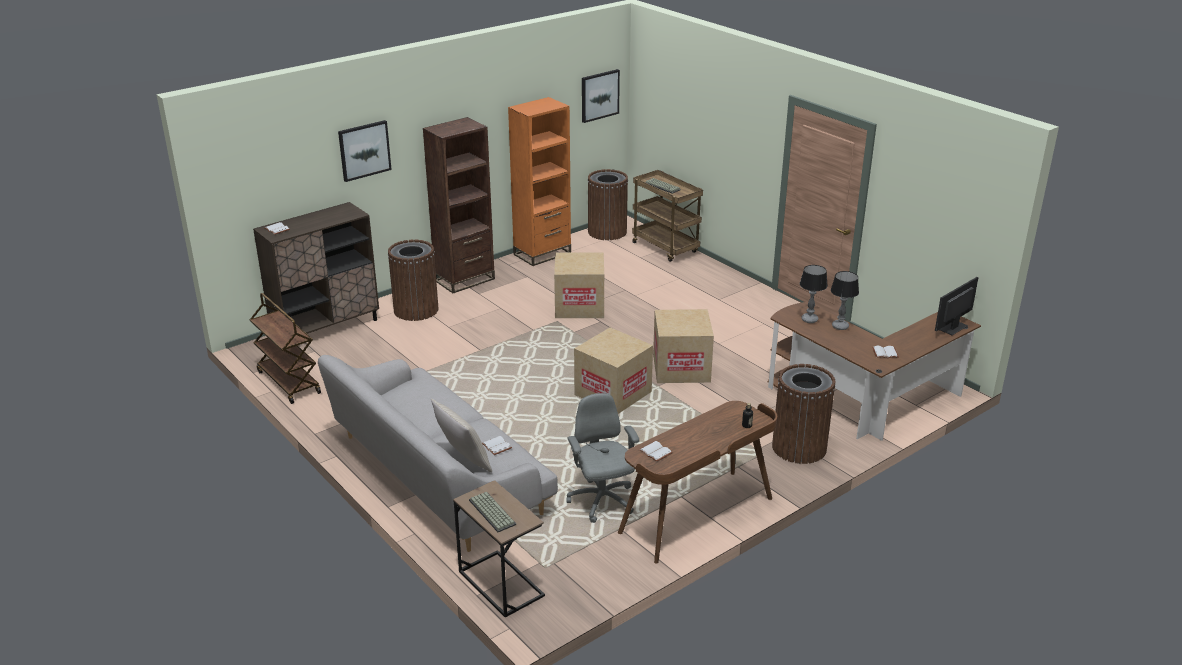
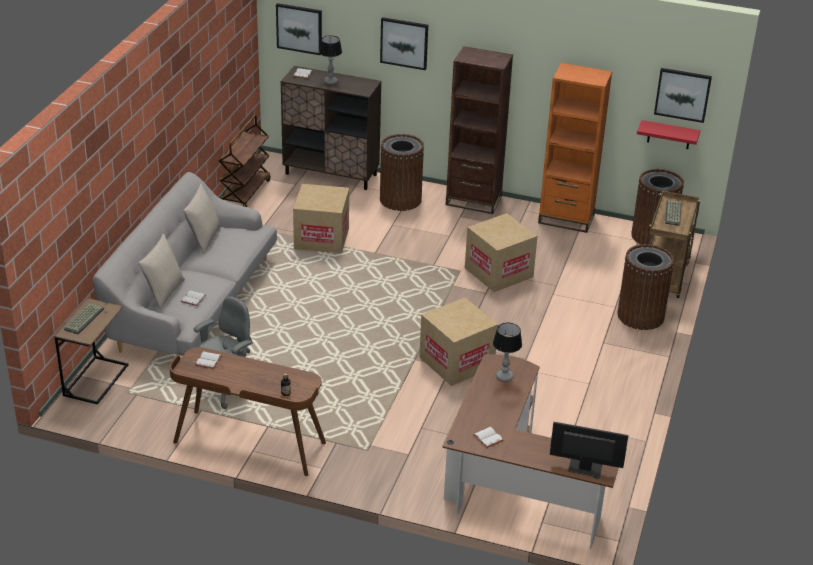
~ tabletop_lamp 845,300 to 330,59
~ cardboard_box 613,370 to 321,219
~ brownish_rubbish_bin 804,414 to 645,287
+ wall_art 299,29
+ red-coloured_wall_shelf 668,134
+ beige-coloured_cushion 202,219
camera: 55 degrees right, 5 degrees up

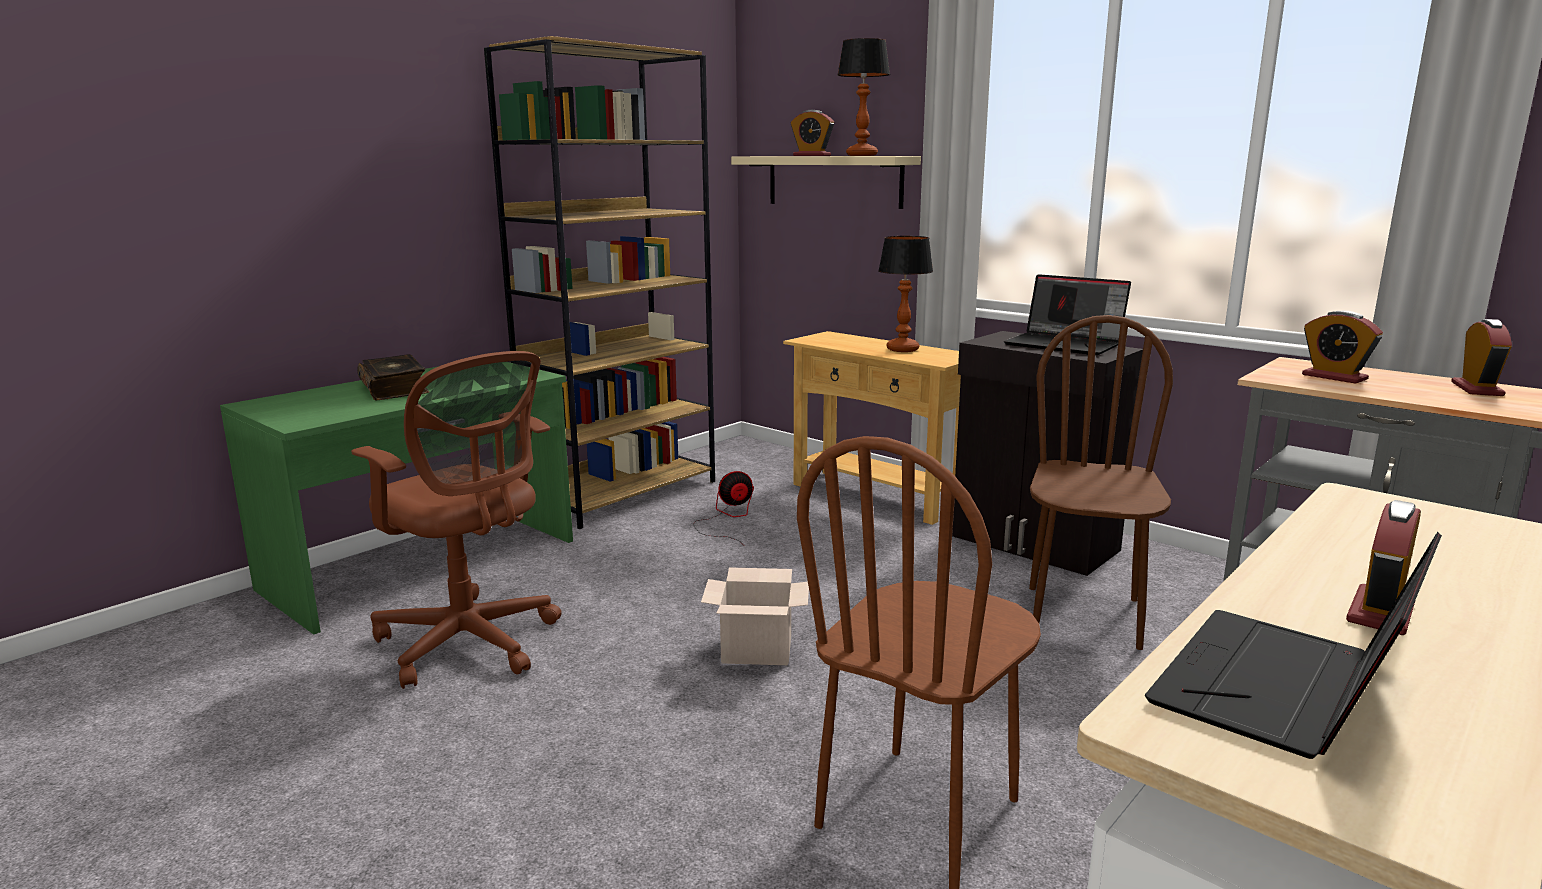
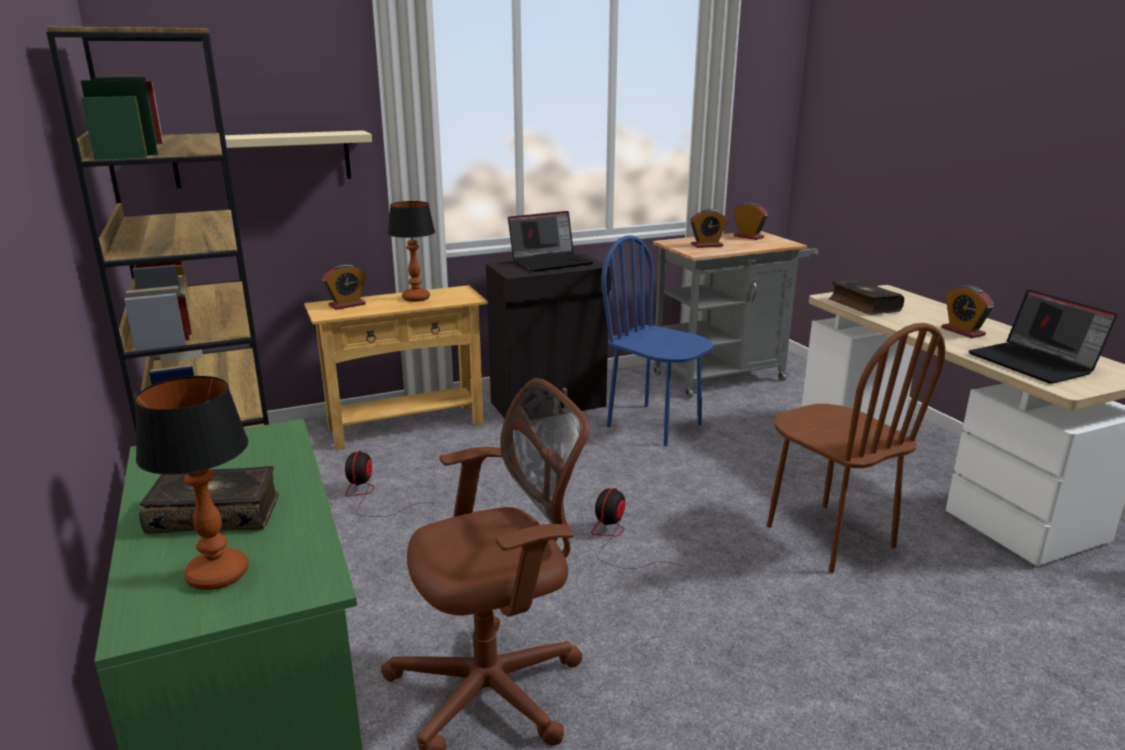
~ tabletop_lamp 863,97 to 191,483
~ table_clock 812,133 to 344,287
~ brownish_upright_chair 1101,482 to bluish_upright_chair 657,340
~ cardboard_box 755,616 to cooling_fan 637,528
+ book 866,297
camera: 65 degrees left, 5 degrees up

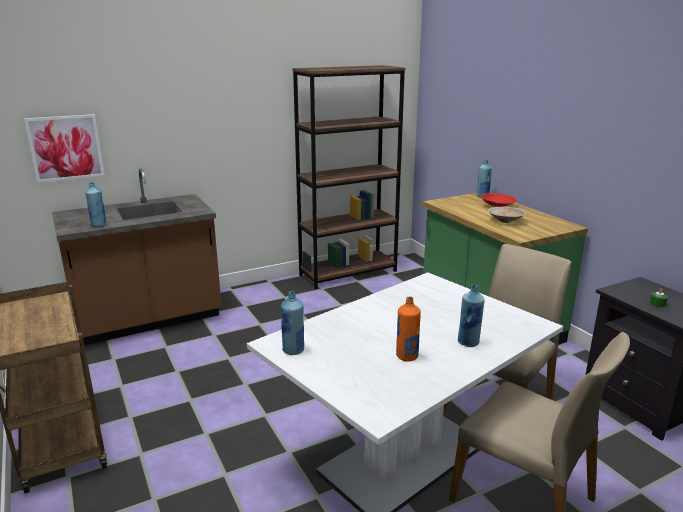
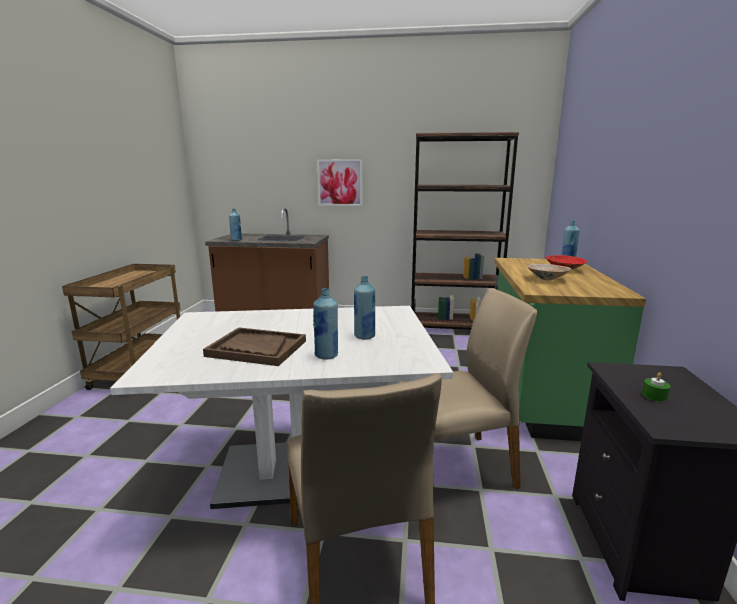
~ wall_art 64,148 to 339,182
~ bluish_beverage_bottle 292,323 to 364,308
~ orange_beverage_bottle 408,328 to brownish_carrying_tray 254,346
camera: 35 degrees right, 5 degrees down

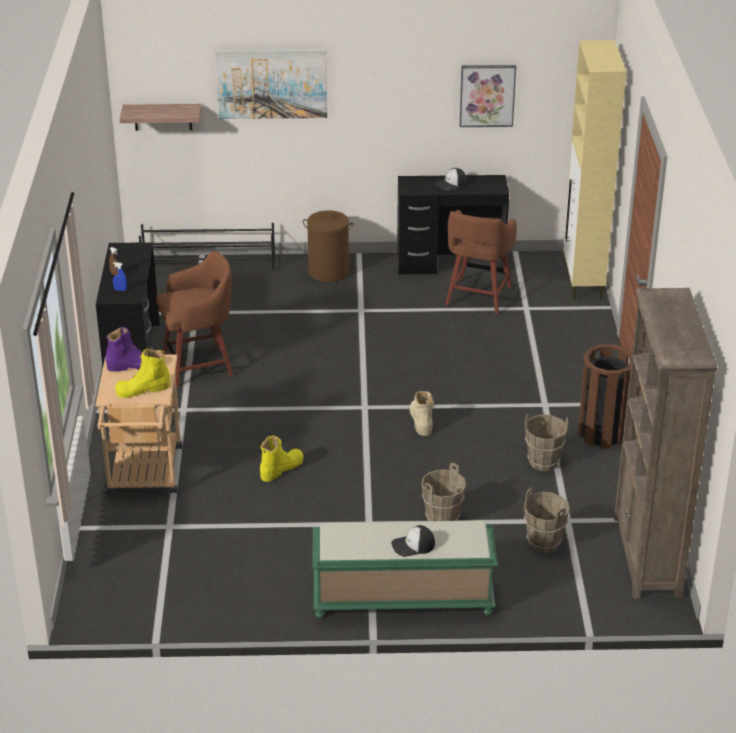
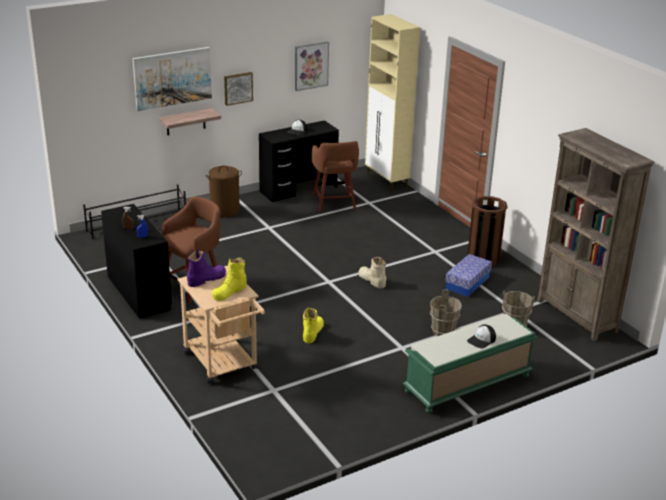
~ wall_shelf 160,117 to 190,121
~ brownish_water_bucket 546,442 to storage_bin 468,275
+ wall_art 238,89
camera: 30 degrees left, 5 degrees down

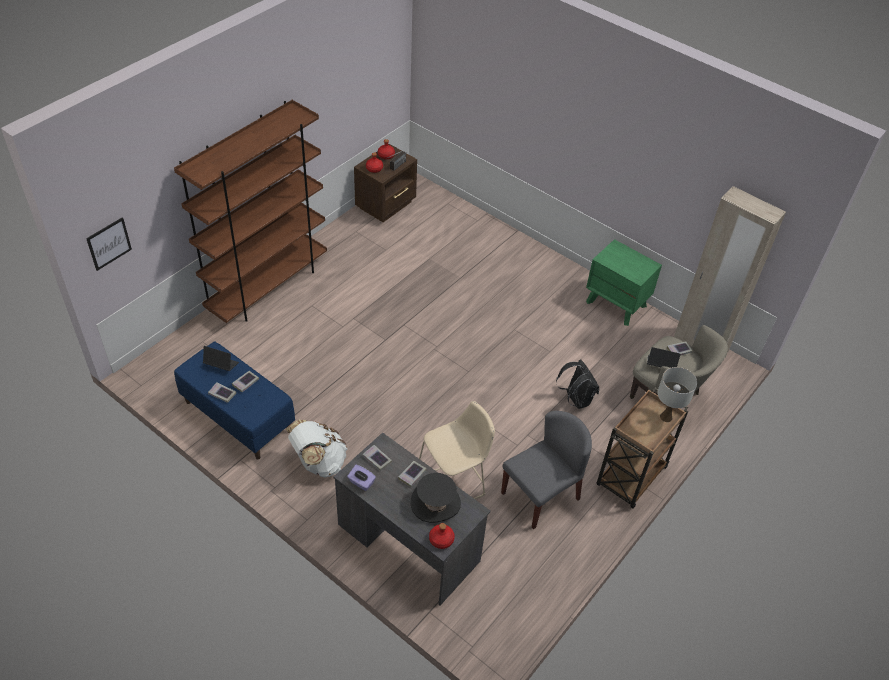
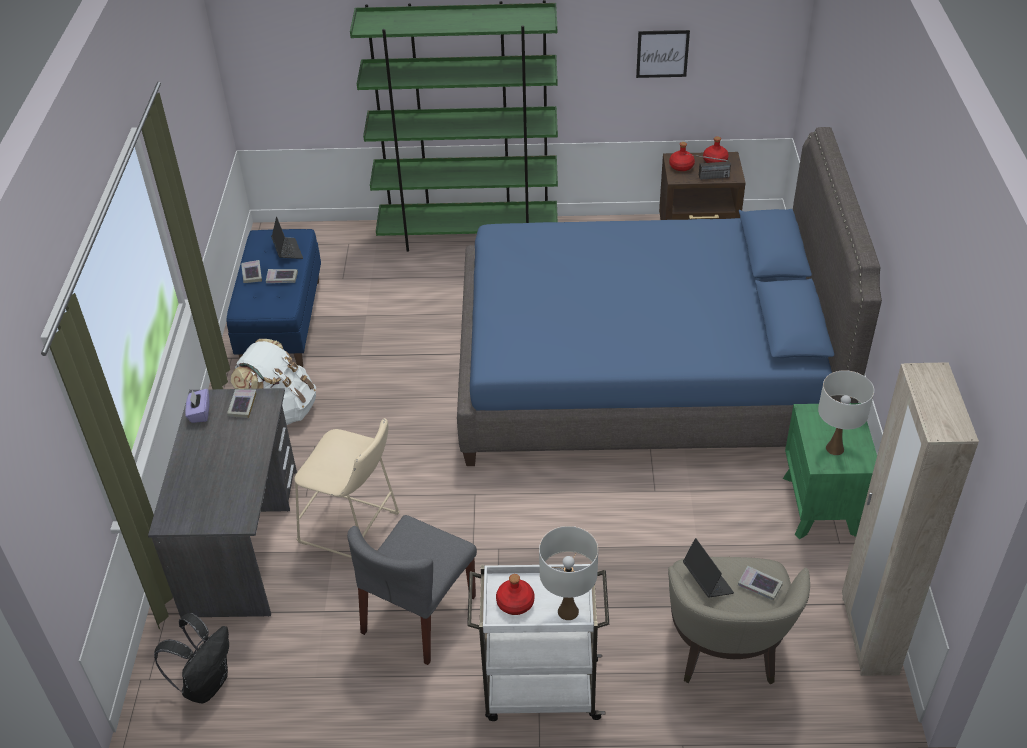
~ brownish_shelving_unit 250,211 to green-coloured_shelving_unit 454,126
~ wall_art 109,244 to 663,54
~ blackish_backpack 577,384 to 191,658
~ brownish_trolley 642,448 to white-coloured_trolley 538,642
~ grey_upright_chair 546,470 = 412,590 105 degrees clockwise
- book 412,474
- blackish_hat 436,498
~ red-coloured_beverage_bottle 442,536 to 515,594
+ bluish_bed 669,296
+ white-coloured_tabletop_lamp 846,412
camera: 55 degrees right, 5 degrees down

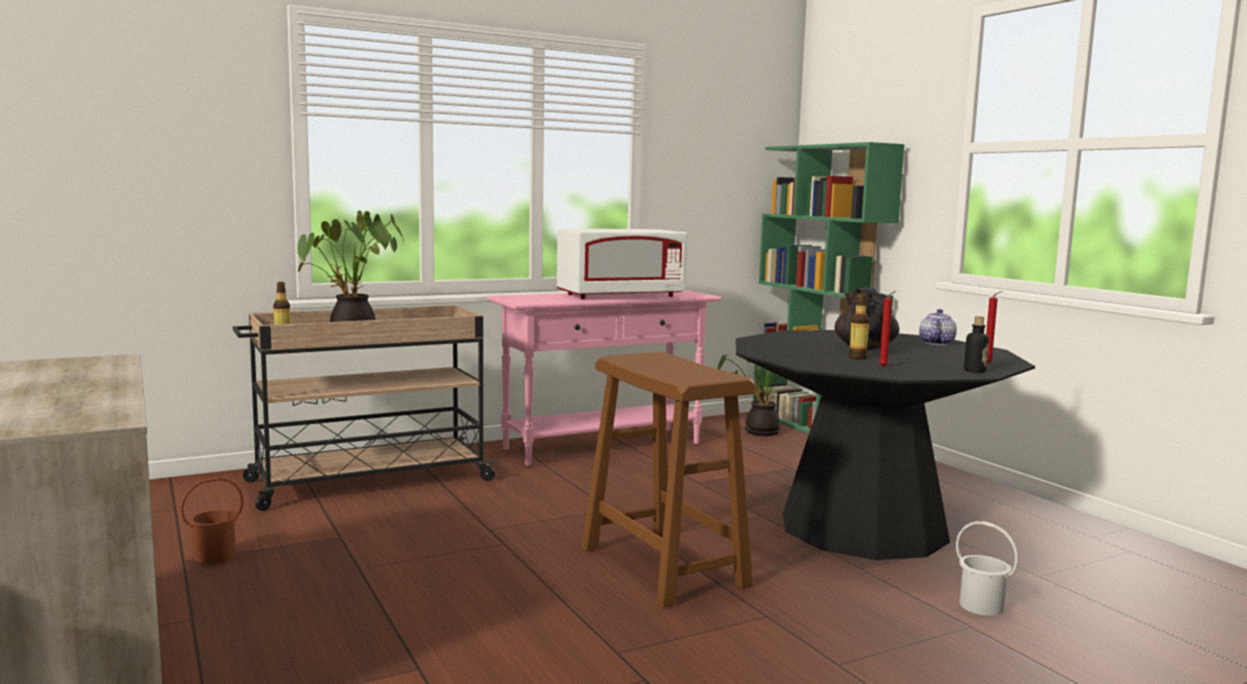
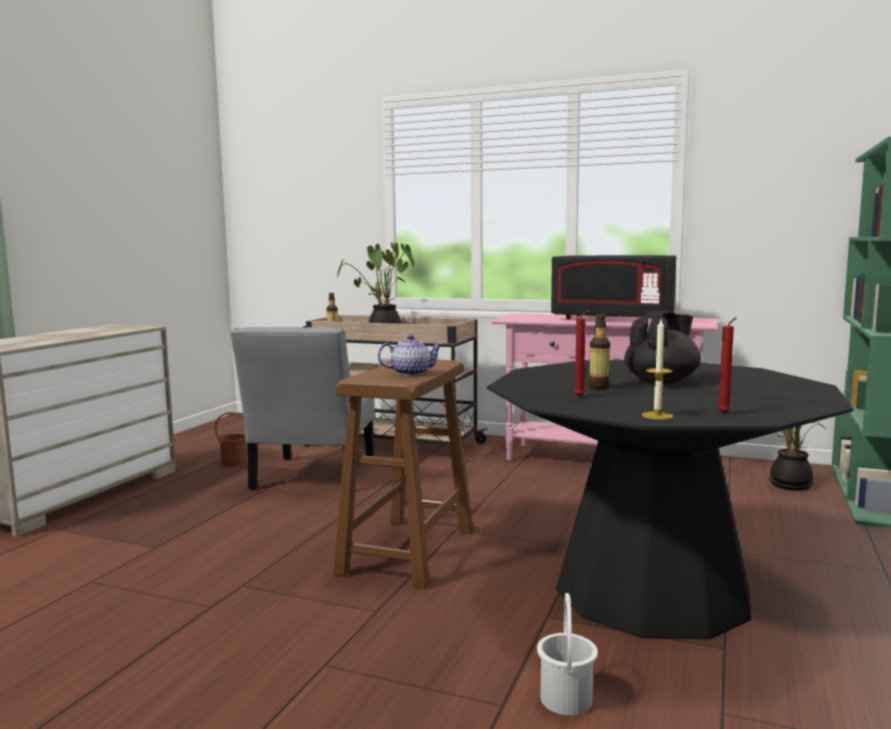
~ white-coloured_kitchen_microwave 622,264 to blackish_kitchen_microwave 613,287
~ teapot 938,327 to 410,355
~ beverage_bottle 976,344 to wax_light 657,370
+ grey_upright_chair 302,408
camera: 50 degrees right, 0 degrees up

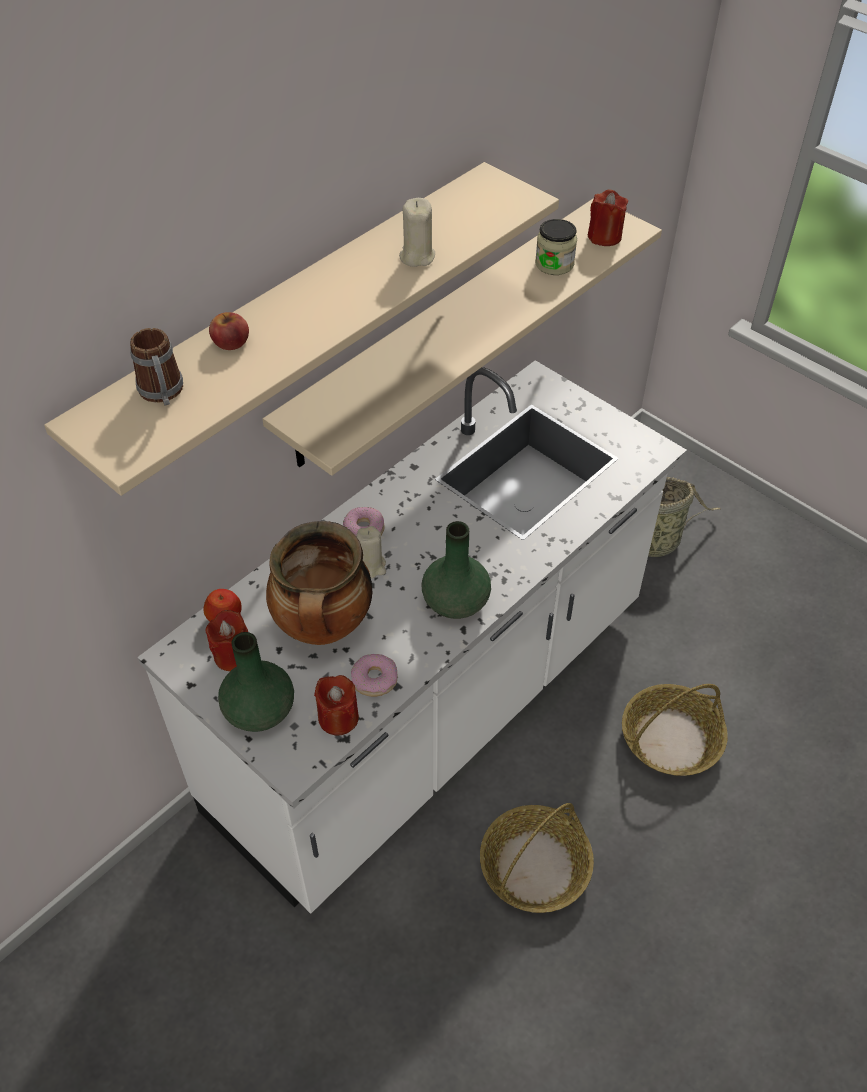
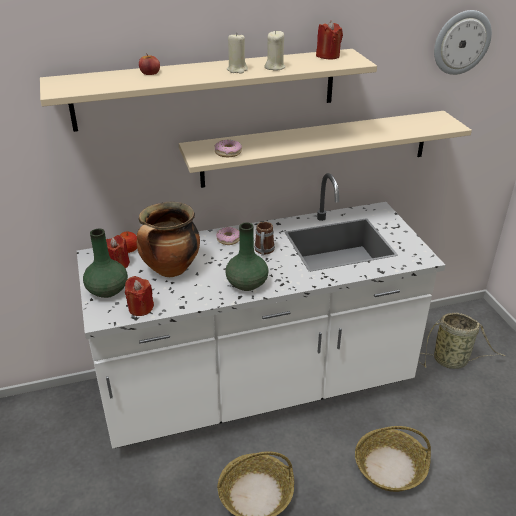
~ red-coloured_wax_light 608,217 to 329,40
- preserve_jar 556,247
~ tea_mug 156,367 to 264,239
~ beige-coloured_wax_light 371,552 to 237,53
~ donut 374,675 to 228,148
+ wall_clock 463,42
camera: 30 degrees right, 15 degrees down

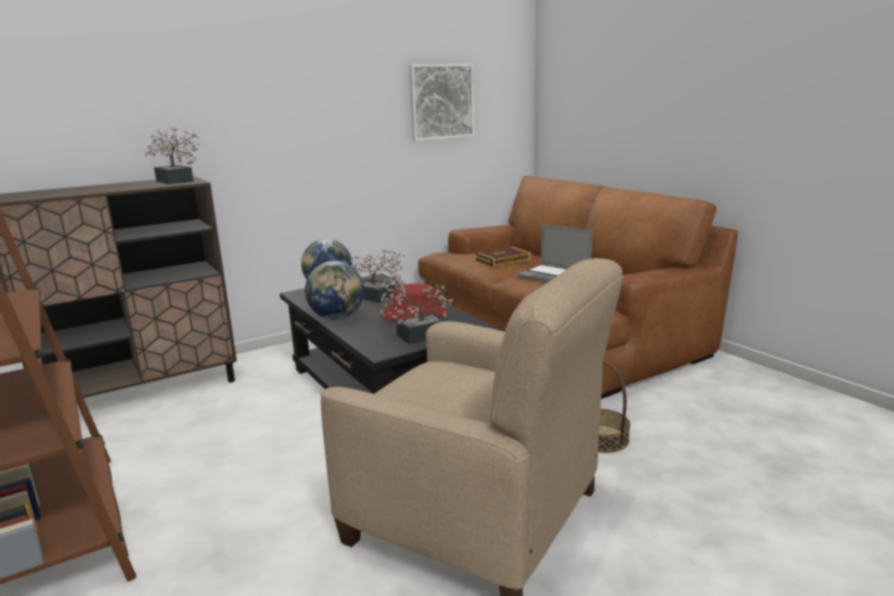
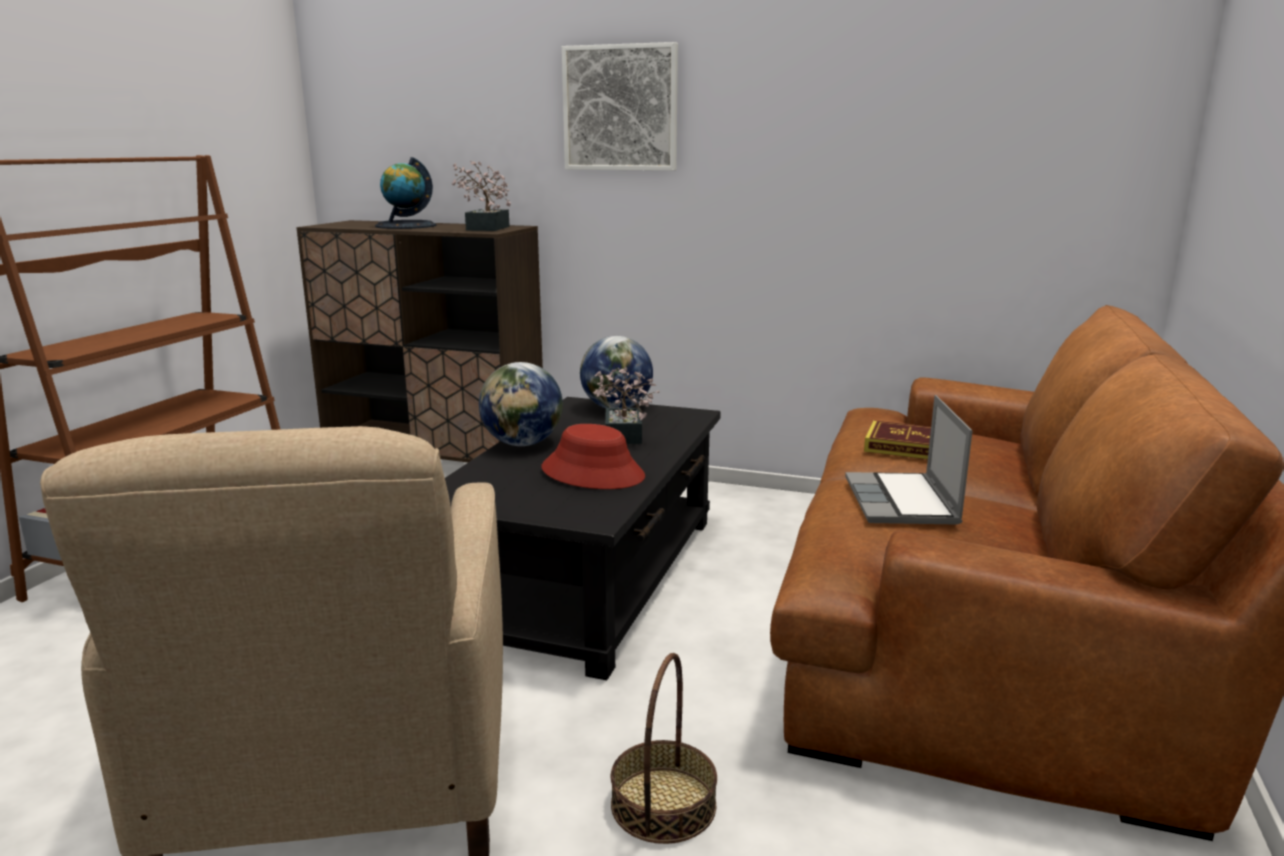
~ wall_art 442,102 to 620,106
- houseplant 416,311
+ globe 405,193
camera: 50 degrees right, 0 degrees up

